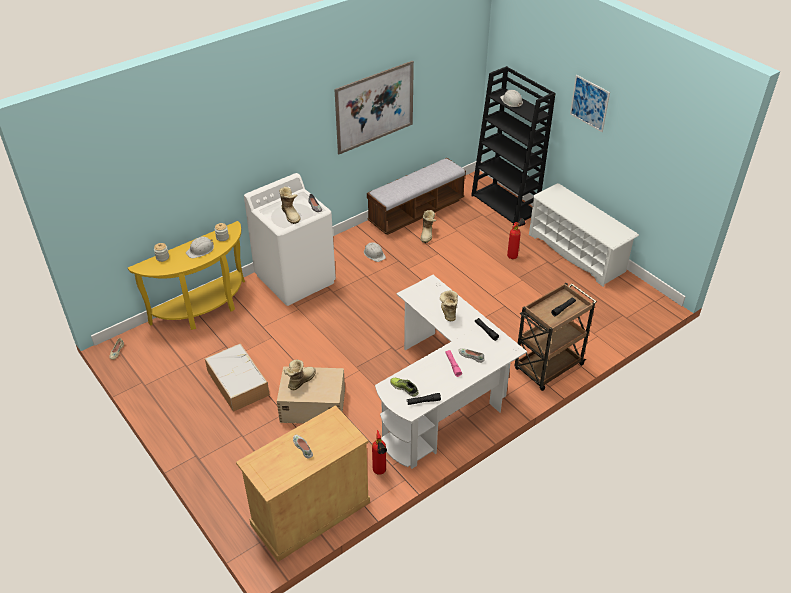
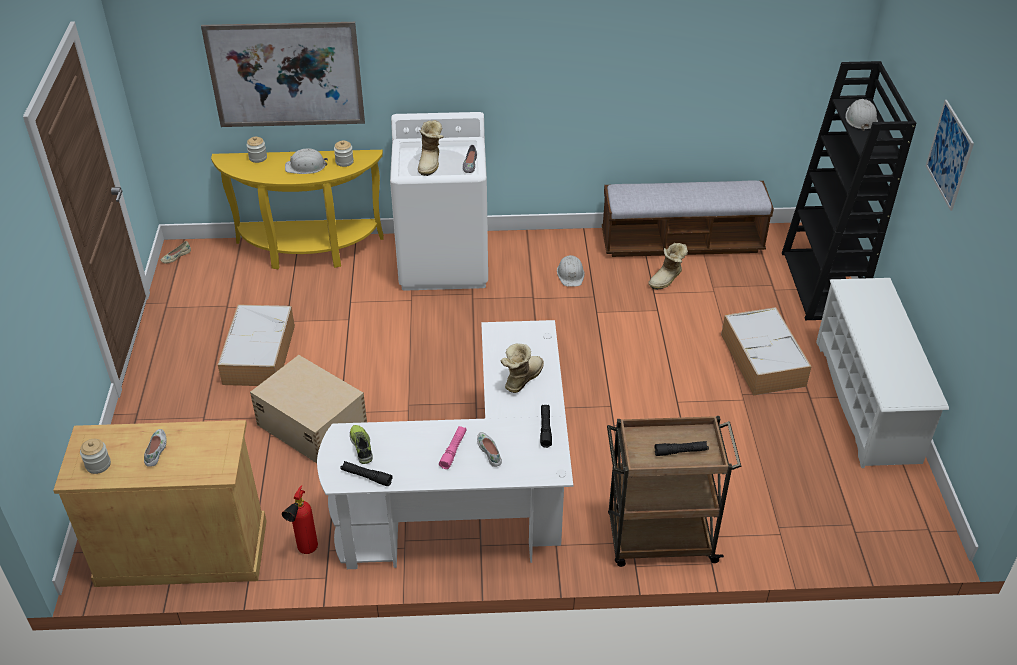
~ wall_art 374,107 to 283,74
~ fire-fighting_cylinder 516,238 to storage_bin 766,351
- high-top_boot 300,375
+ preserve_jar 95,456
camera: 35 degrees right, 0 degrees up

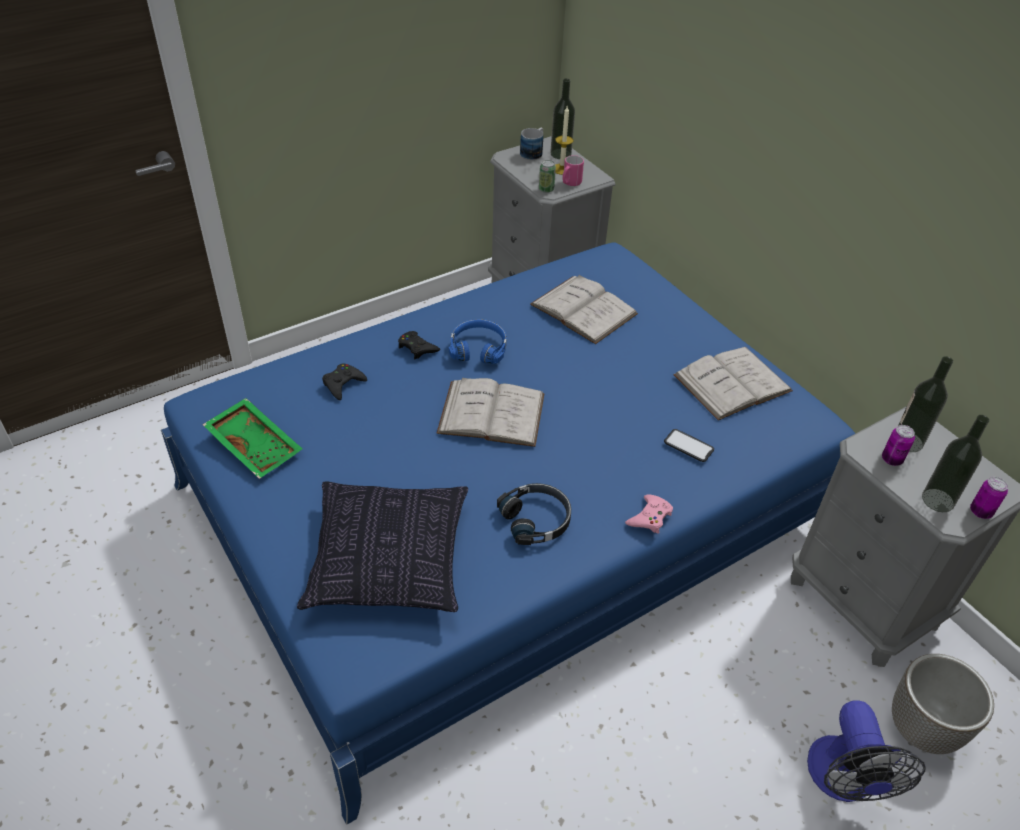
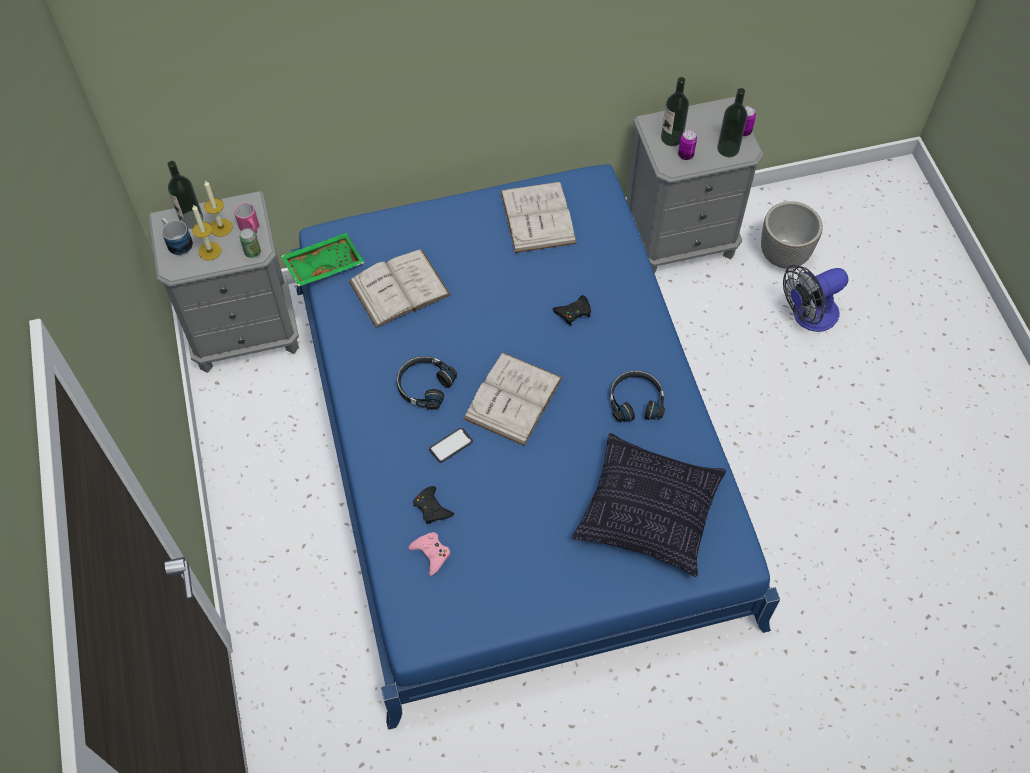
~ bluish_pair_of_headphones 478,341 to blackish_pair_of_headphones 427,383
~ blackish_gamepad 419,345 to 572,310
~ green-coloured_carrying_tray 252,438 to 323,260
~ phone 689,445 to 451,445
~ pink-coloured_gamepad 649,514 to 429,554
~ cooling_fan 866,751 = 816,298 135 degrees clockwise
+ wax_light 206,232
camera: 70 degrees left, 15 degrees up

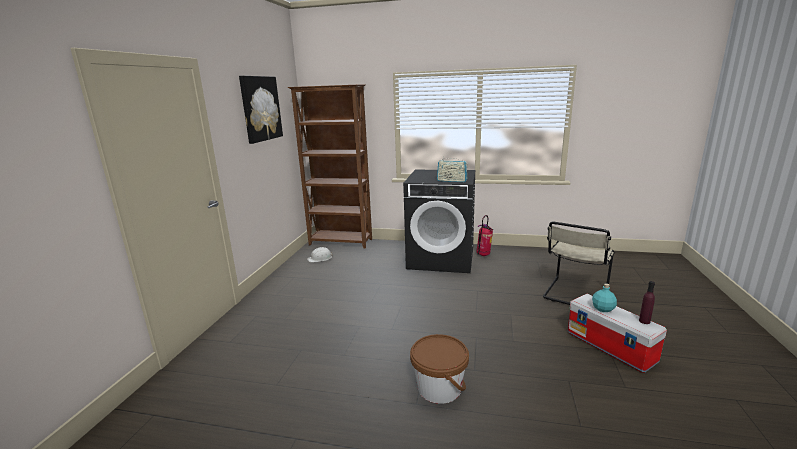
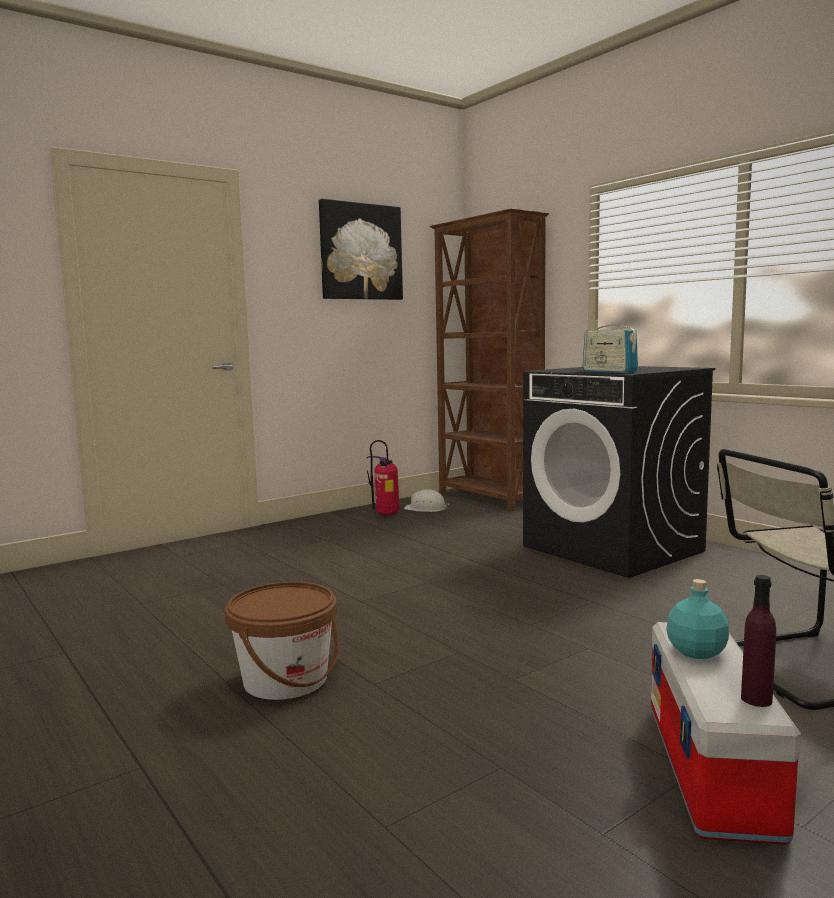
~ fire-fighting_cylinder 485,235 to 383,478
camera: 40 degrees right, 10 degrees down

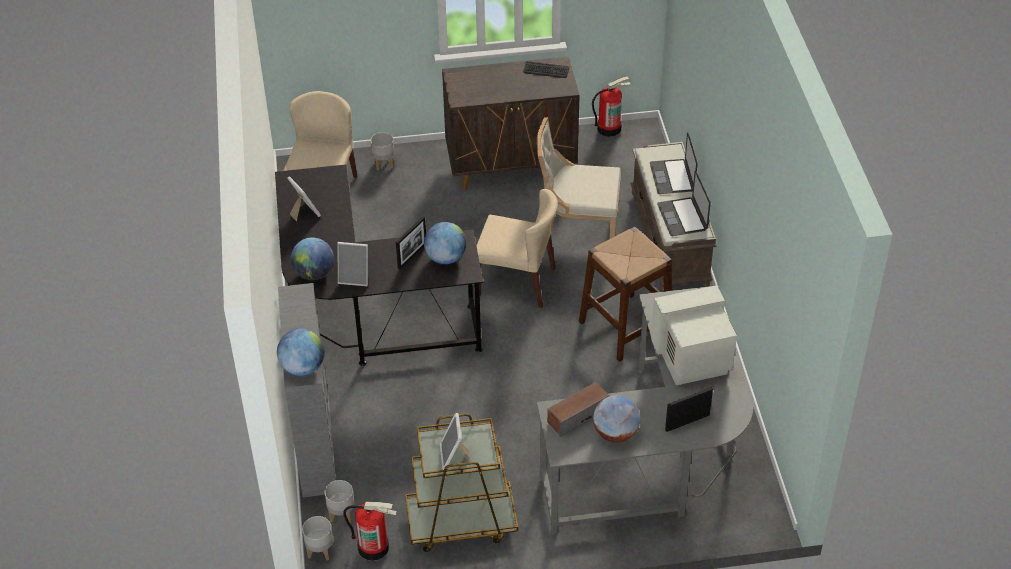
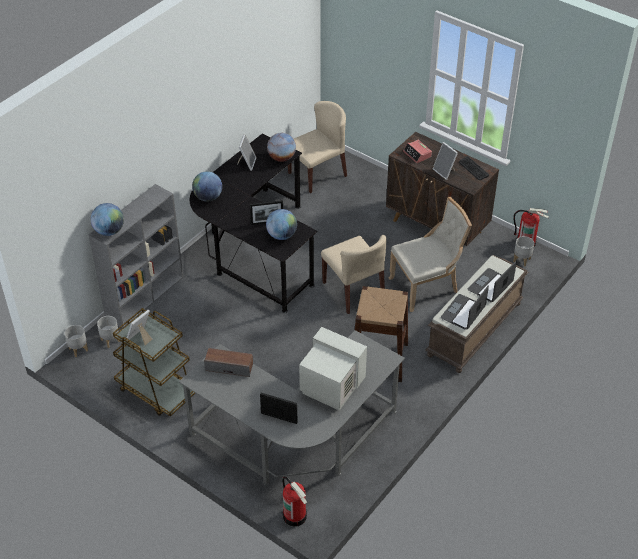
~ beige-coloured_upright_chair 579,178 = 430,254 105 degrees clockwise
~ grey_plant_pot 382,151 to 523,251
~ photo_frame 352,264 to 445,161
~ globe 616,419 to 281,147
~ fire-fighting_cylinder 370,531 to 295,502
+ table_clock 417,151
camera: 45 degrees right, 0 degrees up

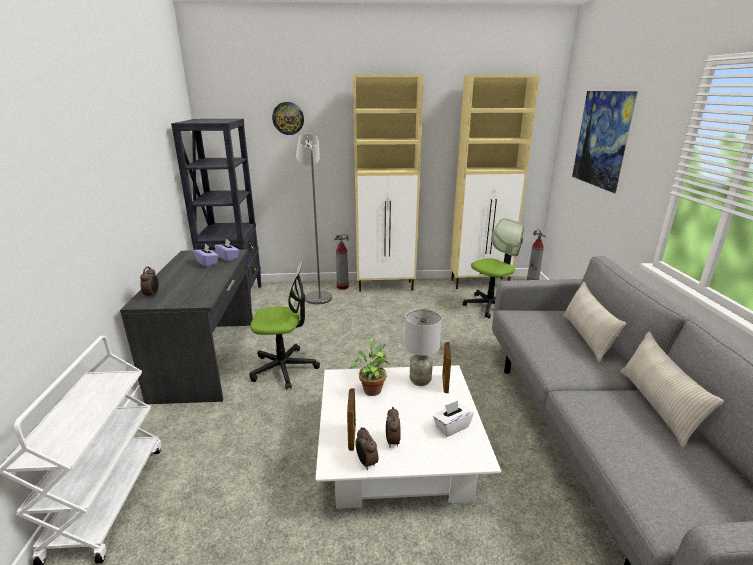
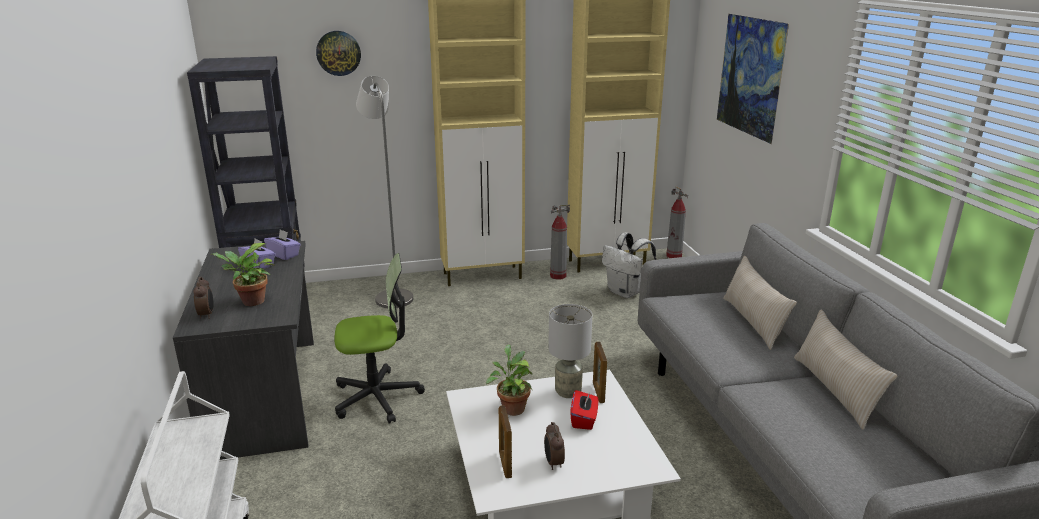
~ computer_chair 493,268 to white-coloured_backpack 629,265
~ fire-fighting_cylinder 341,262 to 560,242
- white-coloured_tissue_box 453,418
- table_clock 366,449
+ houseplant 243,274
+ red-coloured_tissue_box 584,410
camera: 10 degrees left, 0 degrees up

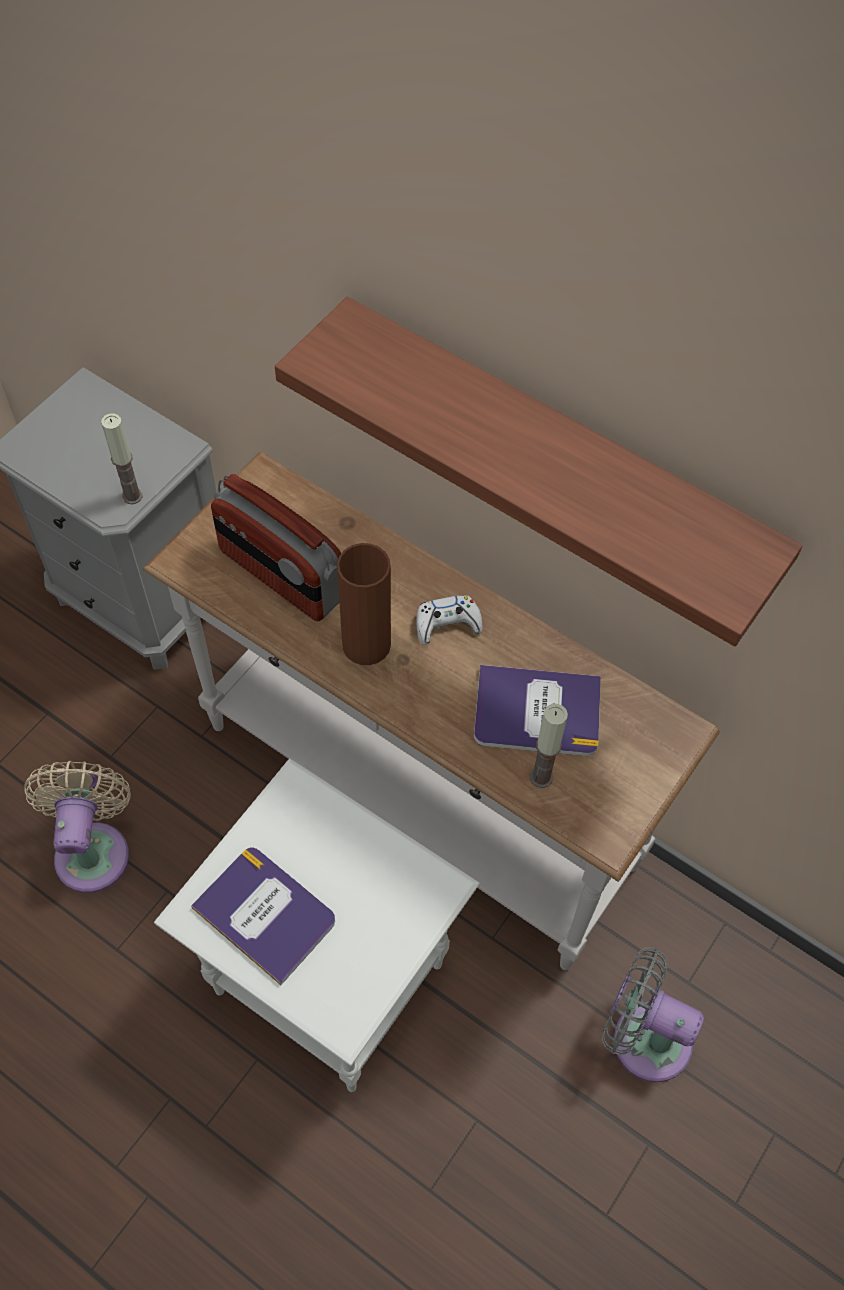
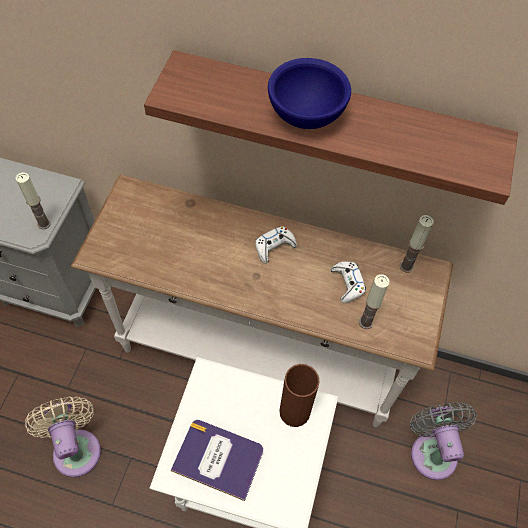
- radio_set 276,547
~ brownish_decorative_vase 364,604 to 299,395
~ book 537,710 to white-coloured_gamepad 348,282
~ grey_cooling_fan 653,1014 = 443,441 75 degrees clockwise
+ bluish_serving_bowl 309,93
+ wax_light 417,244
camera: 20 degrees left, 0 degrees up

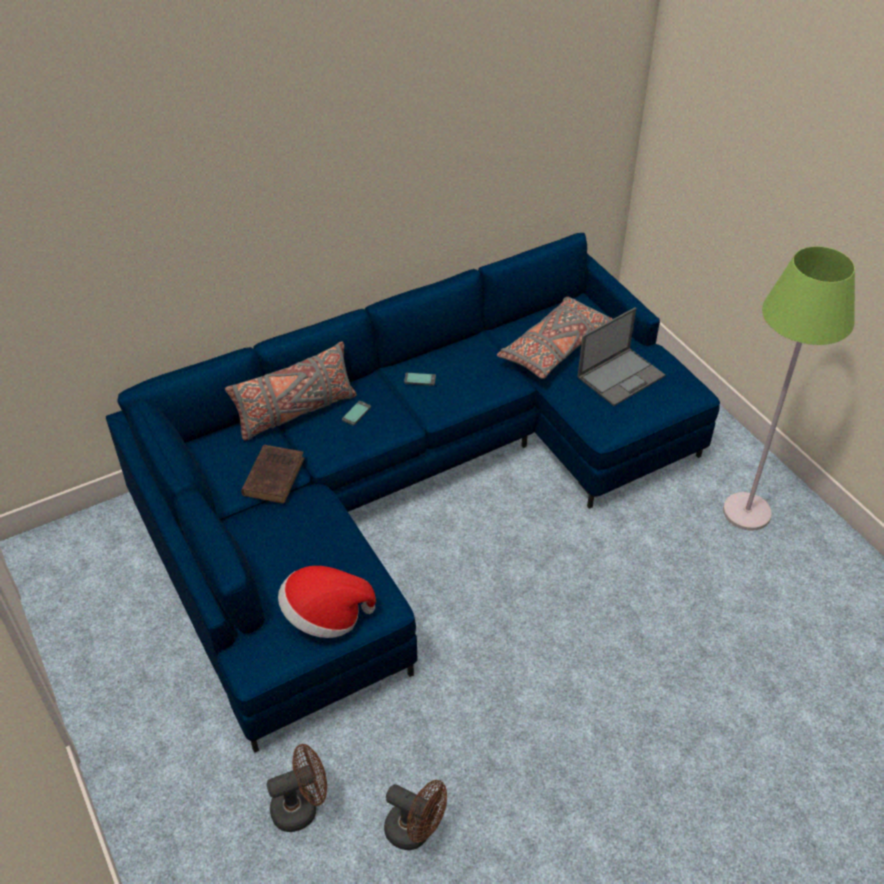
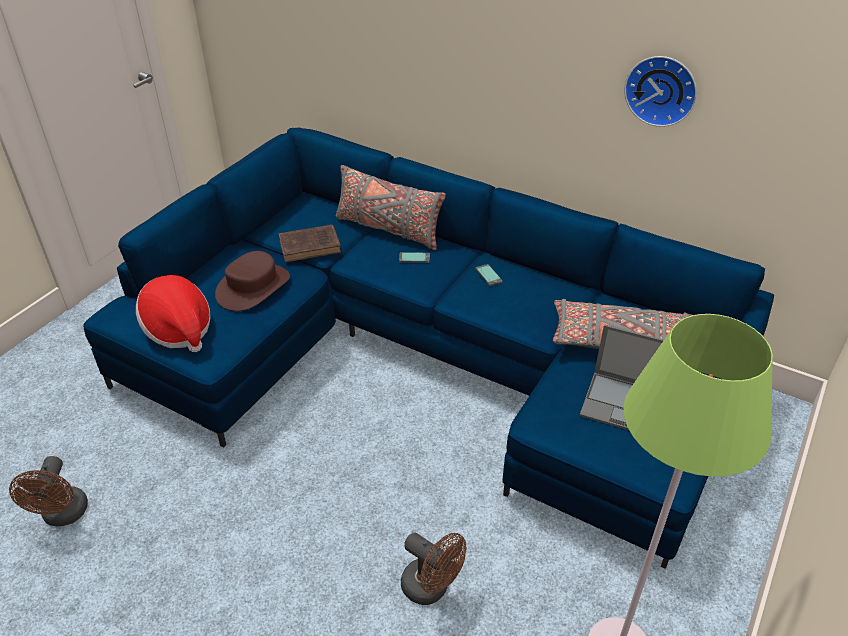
~ brownish_cooling_fan 296,788 to 433,568
+ wall_clock 660,91
+ brownish_hat 252,281
camera: 60 degrees right, 5 degrees down

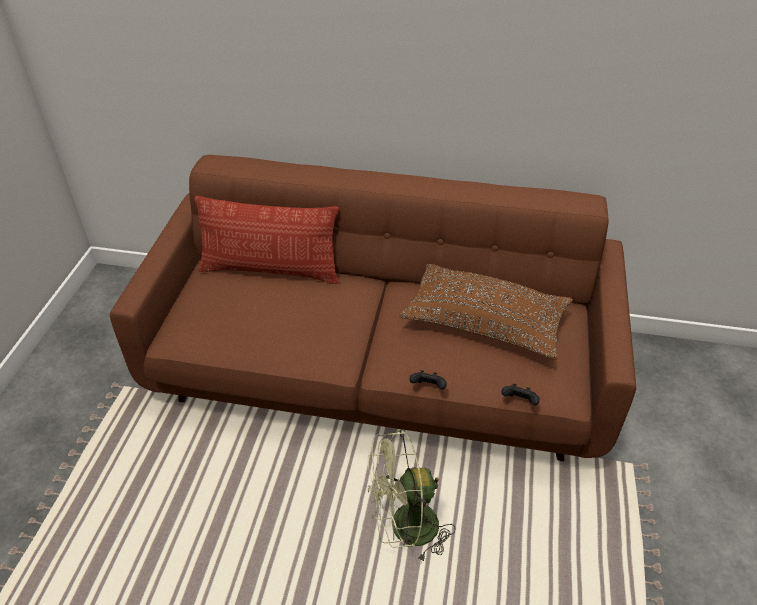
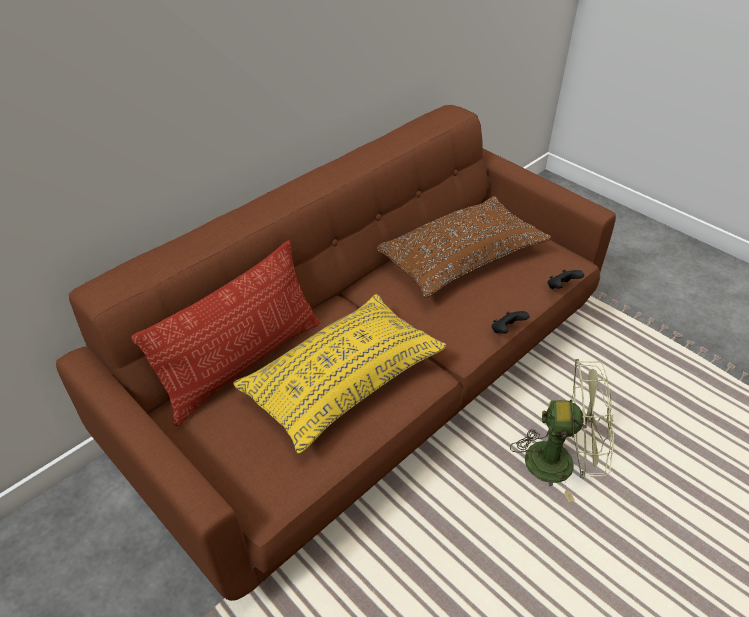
~ green-coloured_cooling_fan 411,496 = 562,430 105 degrees counterclockwise
+ yellow_cushion 339,374
camera: 55 degrees left, 0 degrees up

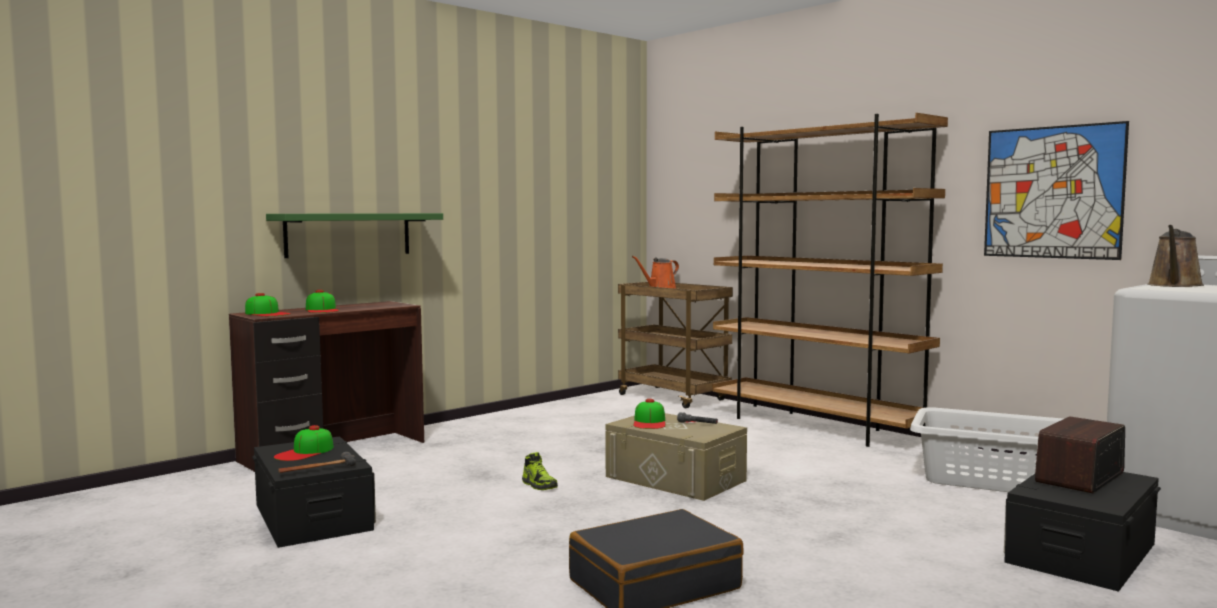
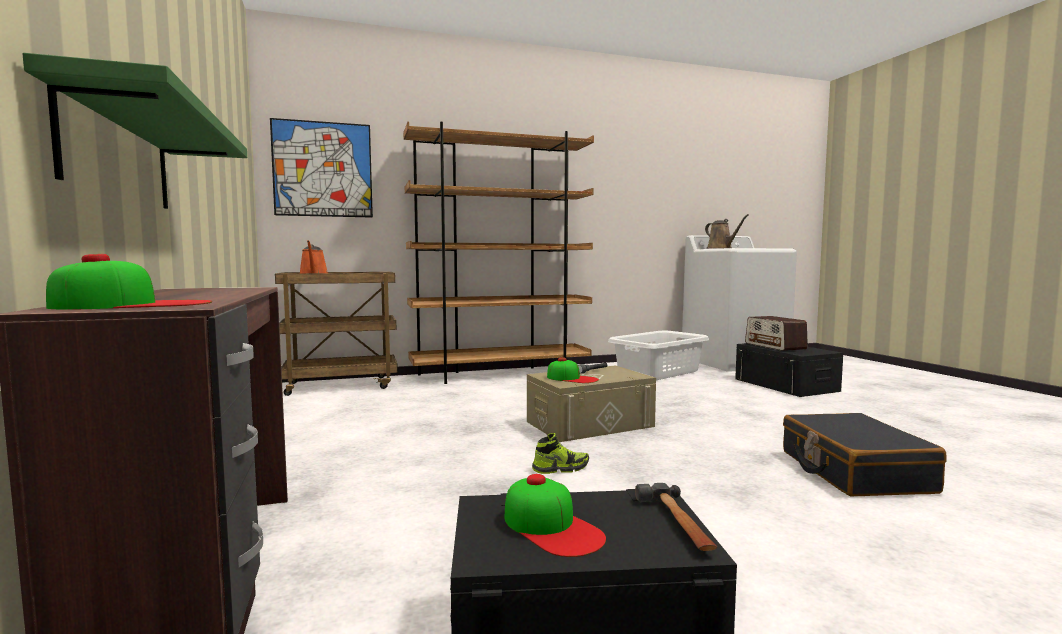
~ wall_art 1056,190 to 321,168
- peaked_cap 323,301
camera: 65 degrees left, 0 degrees up

